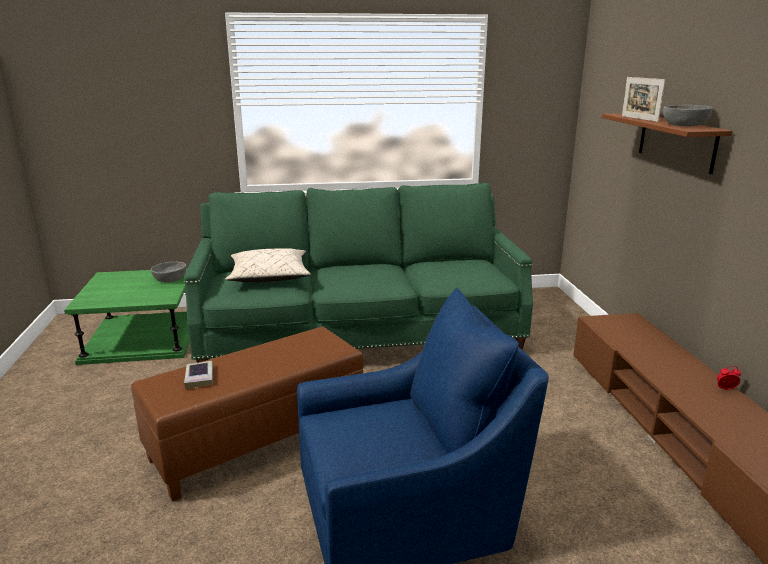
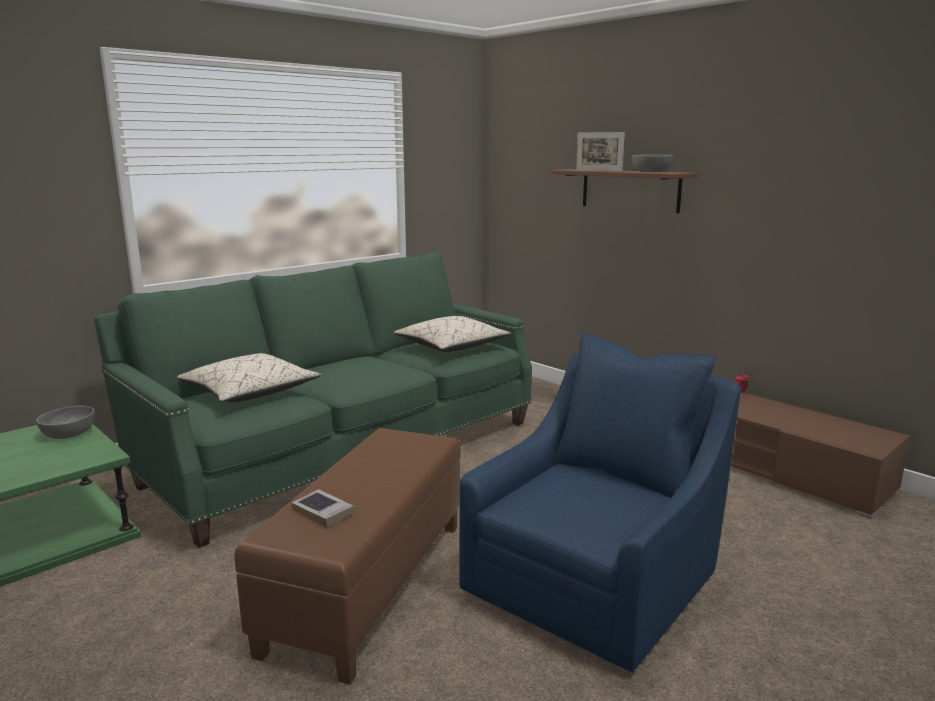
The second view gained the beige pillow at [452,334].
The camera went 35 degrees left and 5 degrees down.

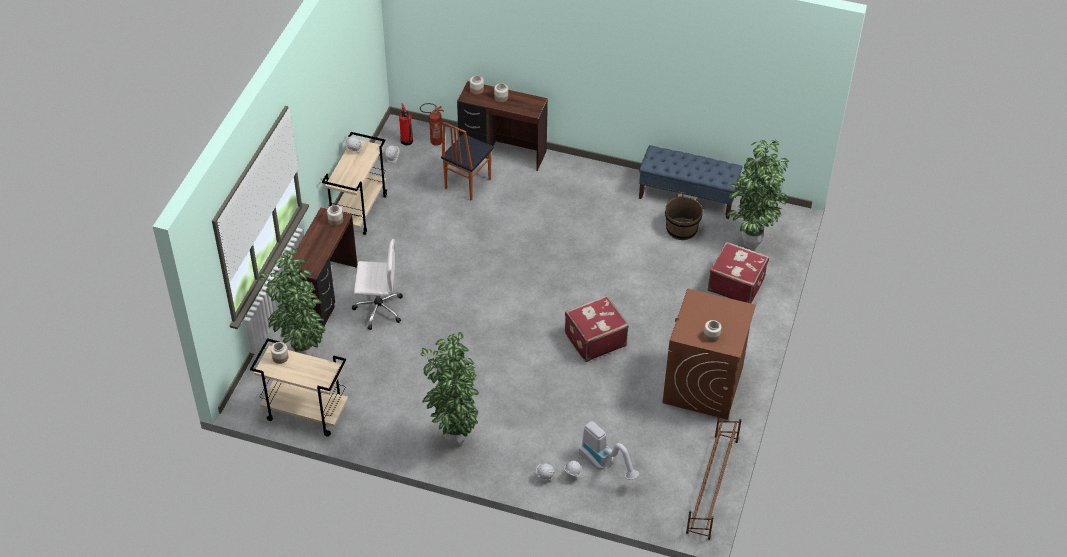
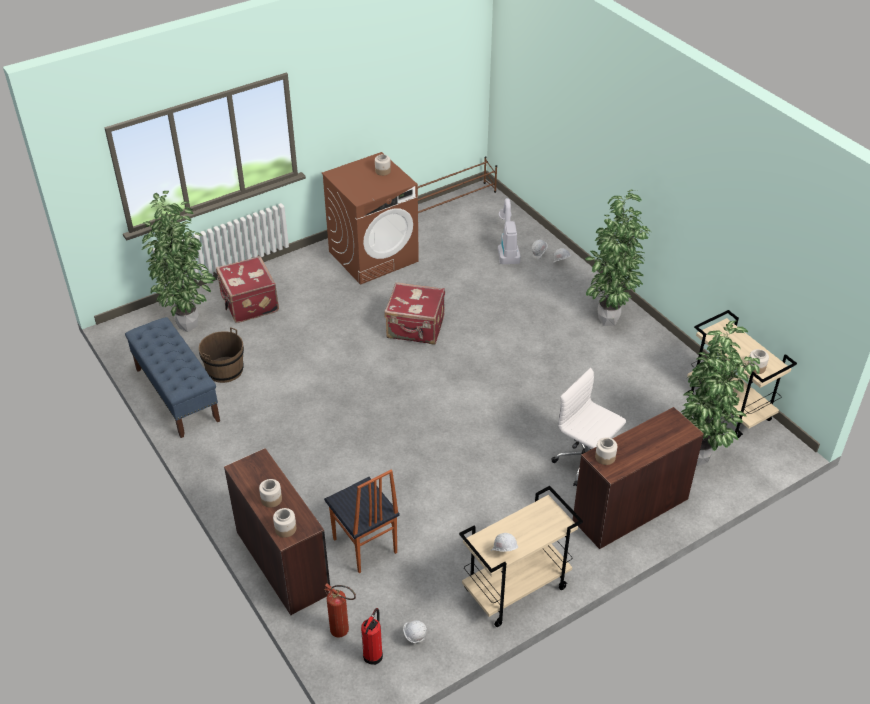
The chair at [467,161] ended up facing another way, 75 degrees clockwise from before.
The camera went 140 degrees left and 5 degrees down.

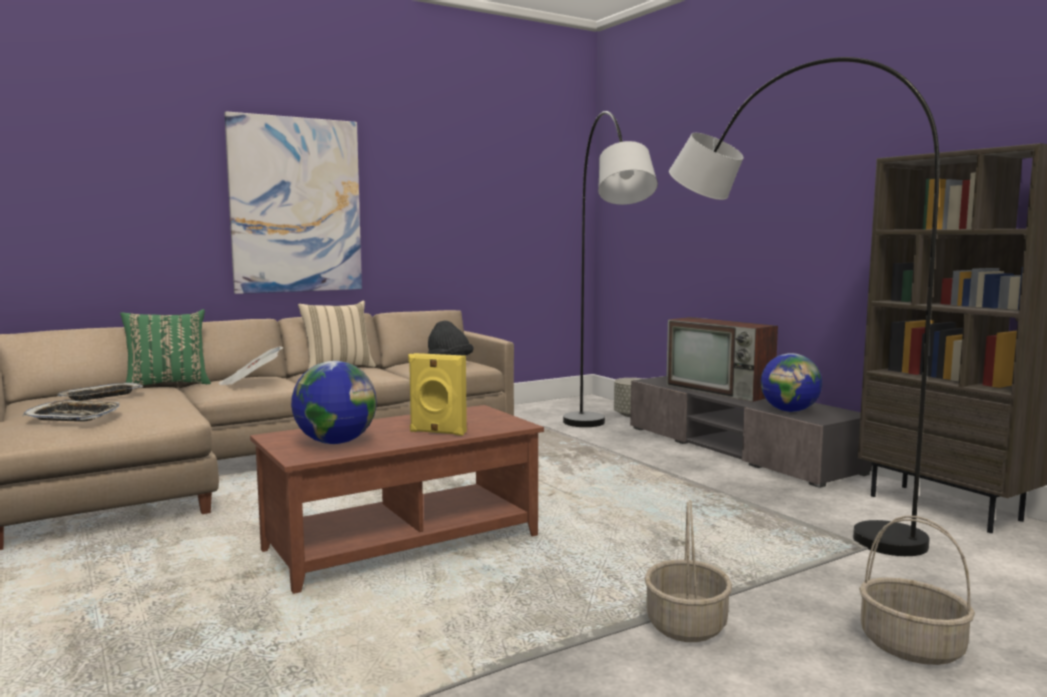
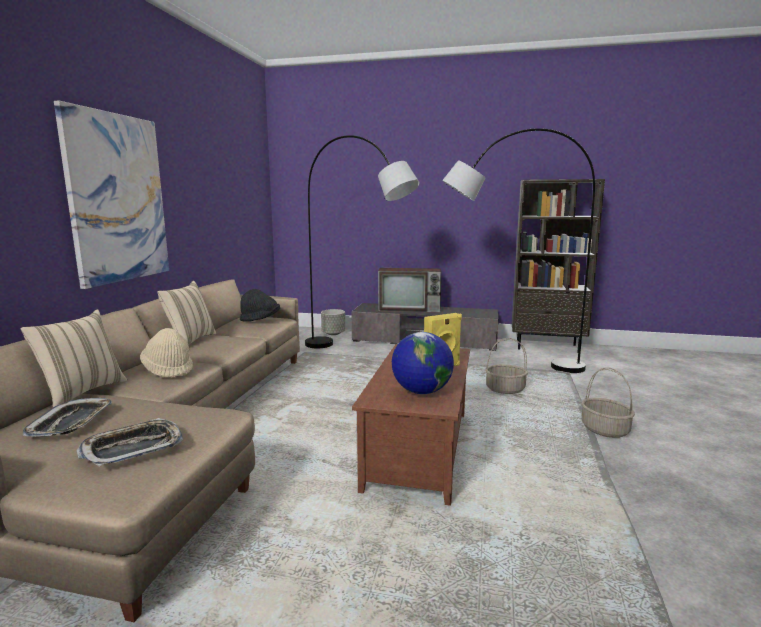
What was the green pillow at [165,347] turned into the beige pillow at [73,358].
Where the newspaper stood at [250,365], the beige hat came to stand at [166,353].
The second view lost the globe at [791,382].
The basket ended up elsewhere, having gone from [917,590] to [506,366].
The camera went 45 degrees left and 5 degrees up.

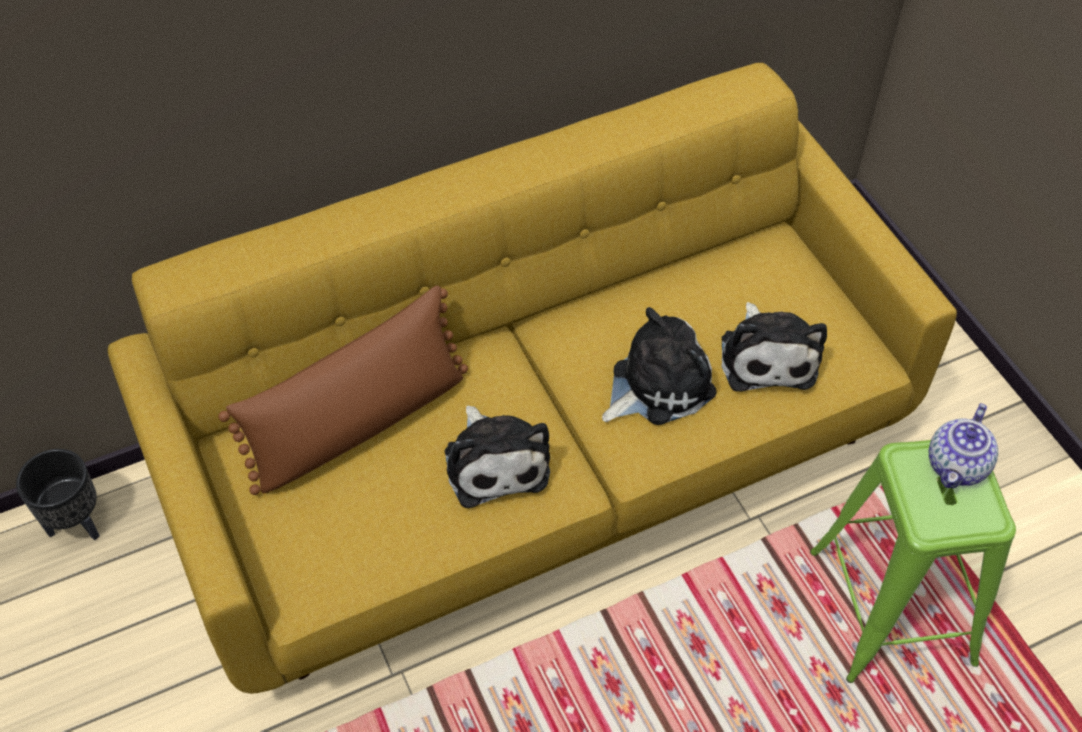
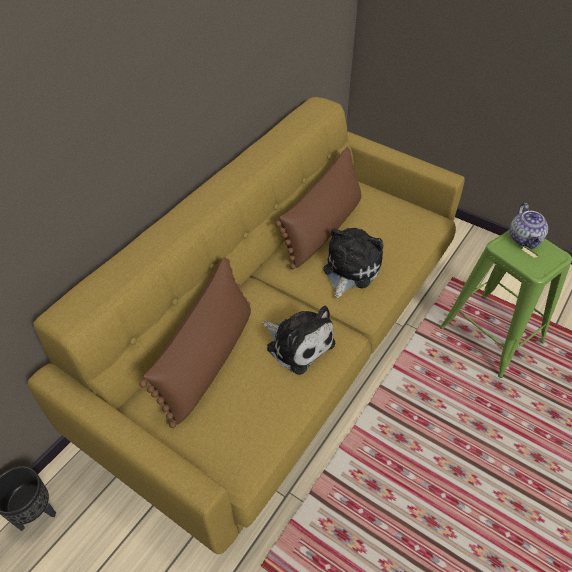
The second view lost the plush toy at [774,347].
The second view gained the brown pillow at [318,208].
The camera went 30 degrees left and 5 degrees down.

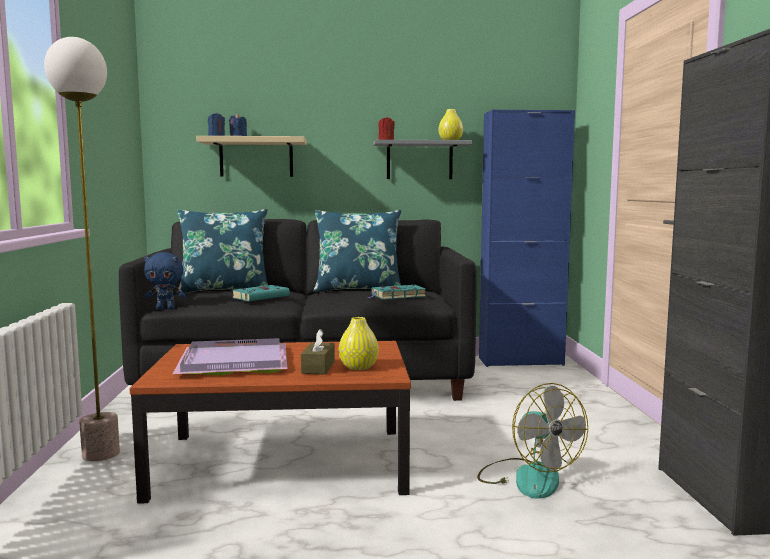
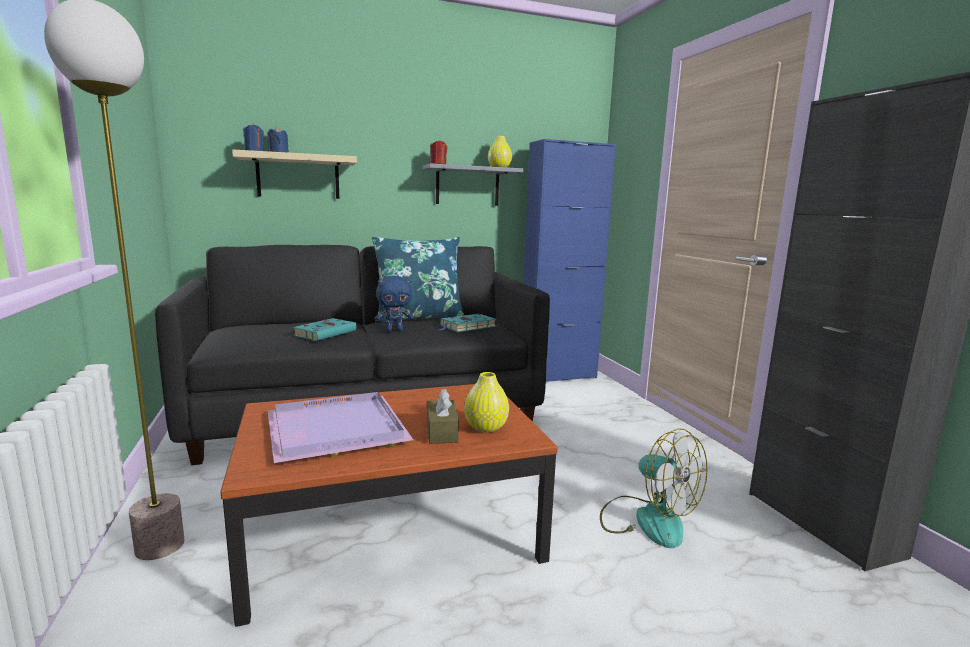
The blue plush toy ended up elsewhere, having gone from [165,281] to [394,304].
The second view lost the blue pillow at [222,251].
The camera went 15 degrees left and 5 degrees up.

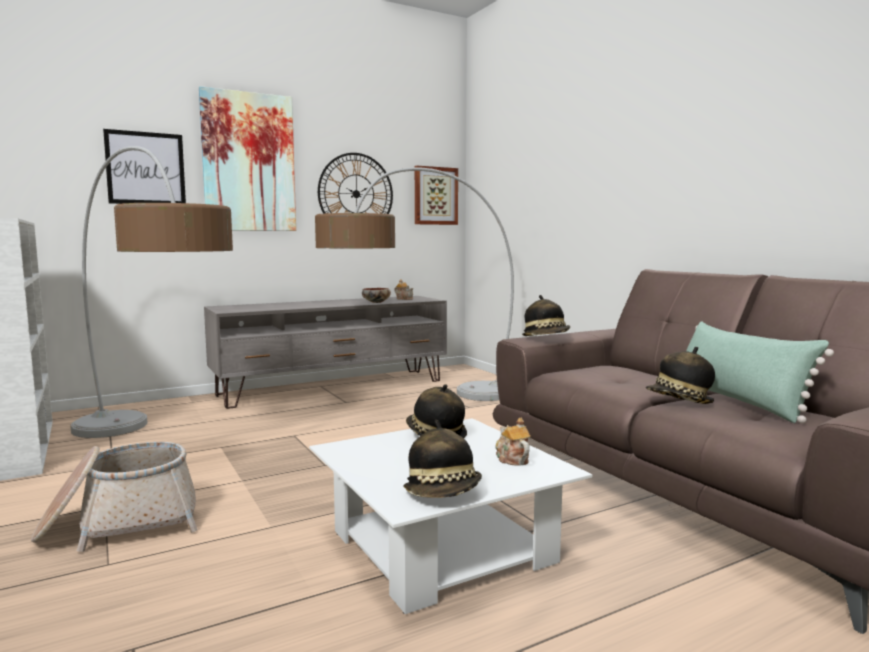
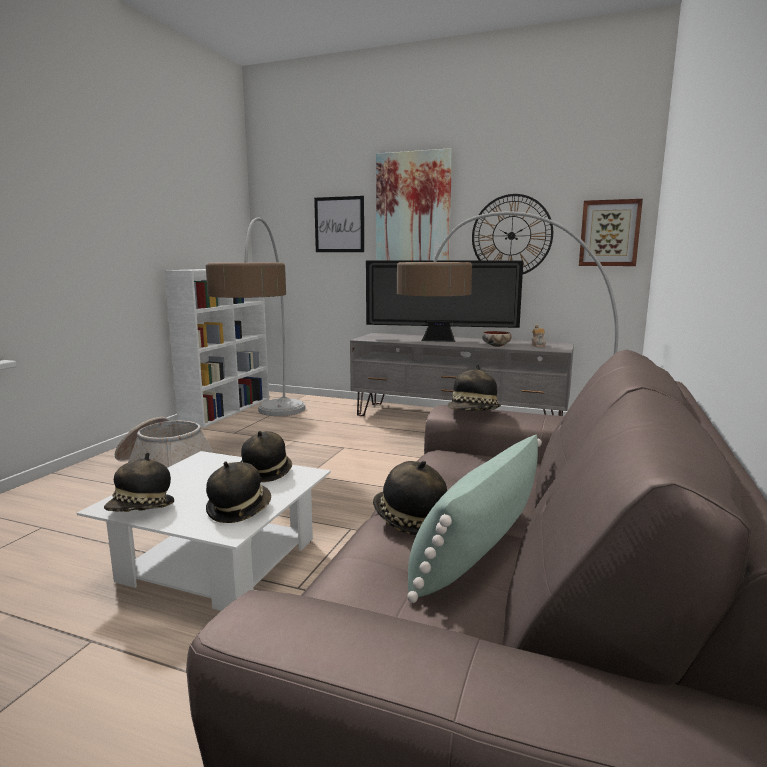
Where the teapot stood at [513,442], the hat came to stand at [238,492].
The second view gained the television at [444,301].
The camera went 50 degrees right and 5 degrees up.

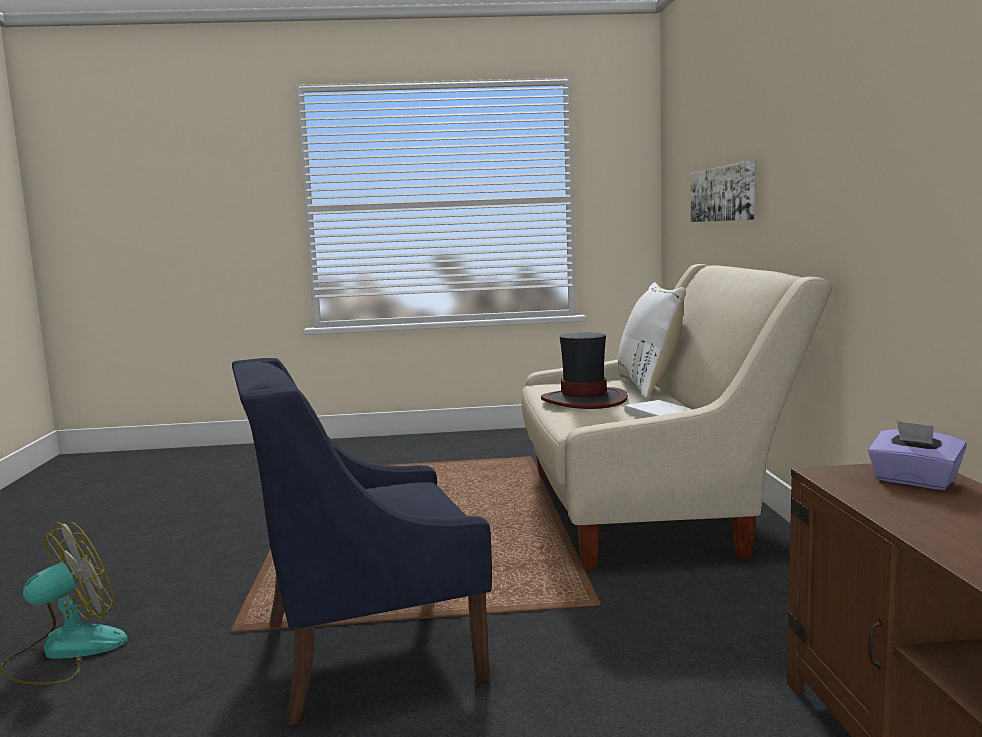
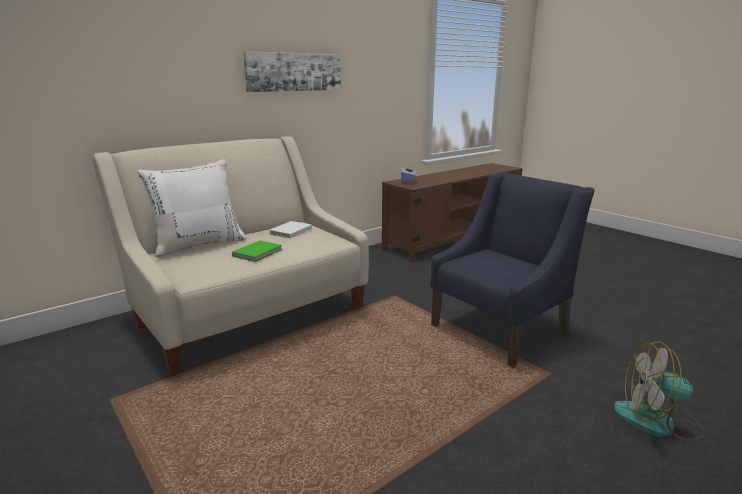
The blue armchair at [362,542] ended up facing another way, 75 degrees counterclockwise from before.
Where the hat stood at [584,370], the green book came to stand at [257,251].
The picture ended up elsewhere, having gone from [723,191] to [292,71].
The camera went 125 degrees left and 10 degrees up.

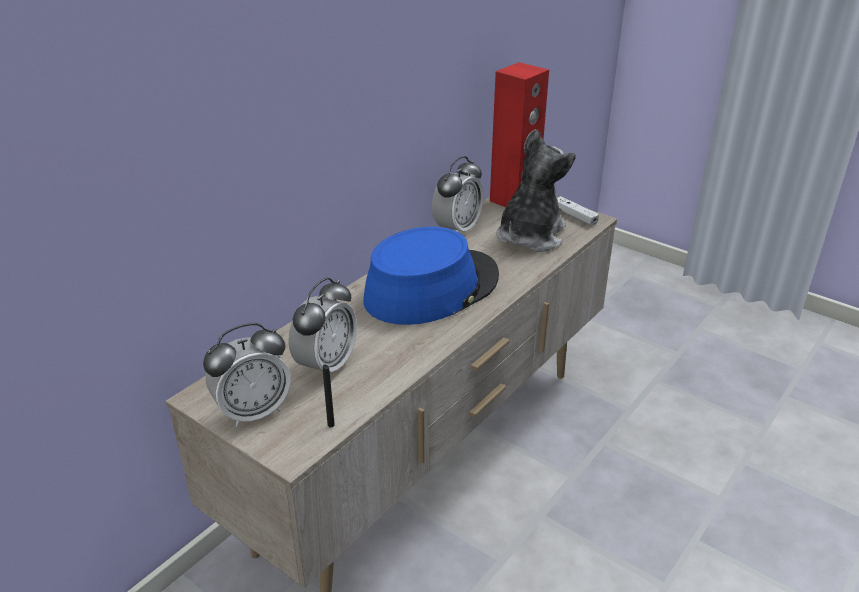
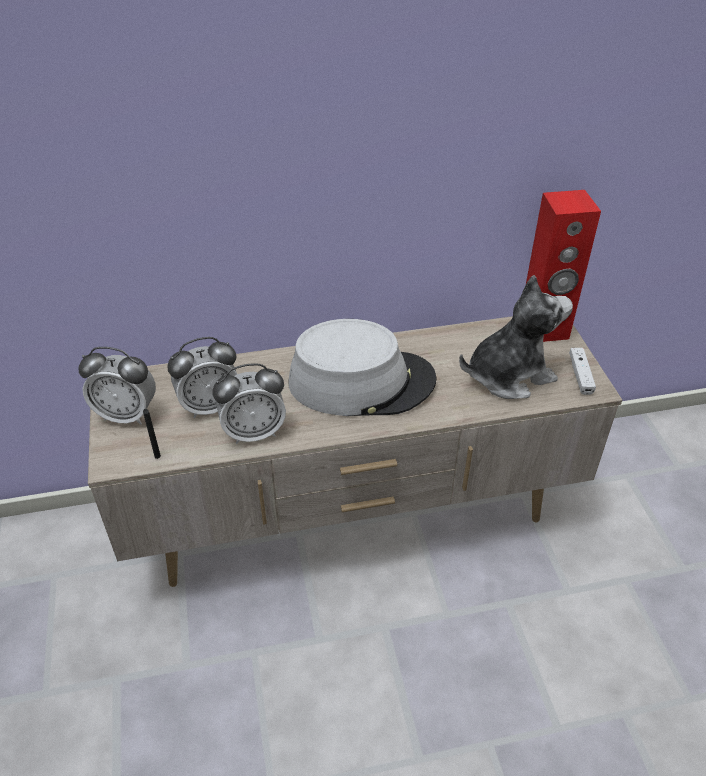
What was the blue hat at [431,276] turned into the grey hat at [362,367].
The alarm clock ended up elsewhere, having gone from [458,194] to [249,403].
The camera went 40 degrees right and 10 degrees up.

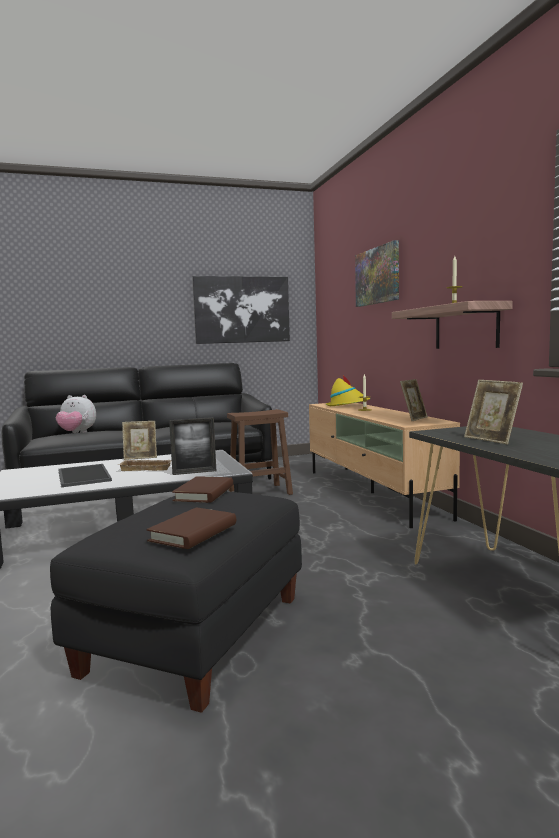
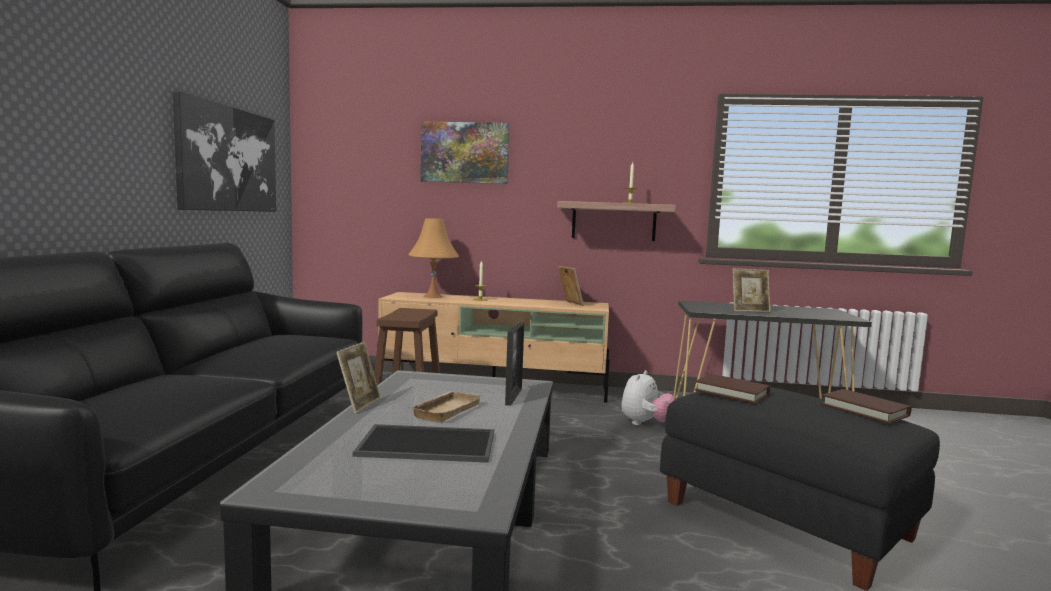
The plush toy ended up elsewhere, having gone from [76,414] to [648,397].
Where the yellow hat stood at [348,390], the orange table lamp came to stand at [433,258].
The camera went 65 degrees left and 0 degrees up.

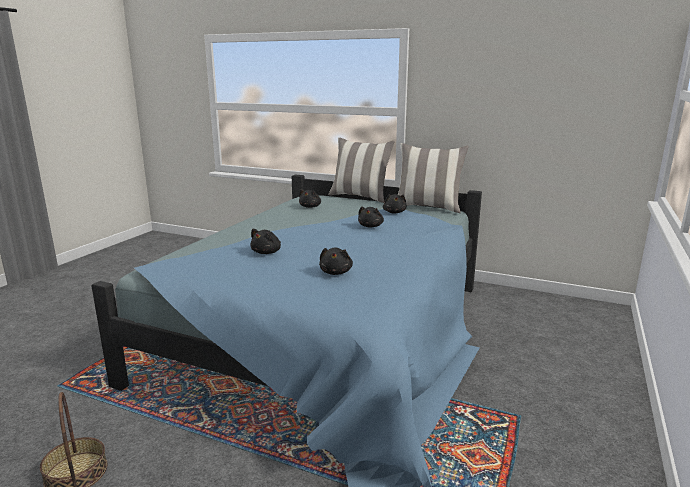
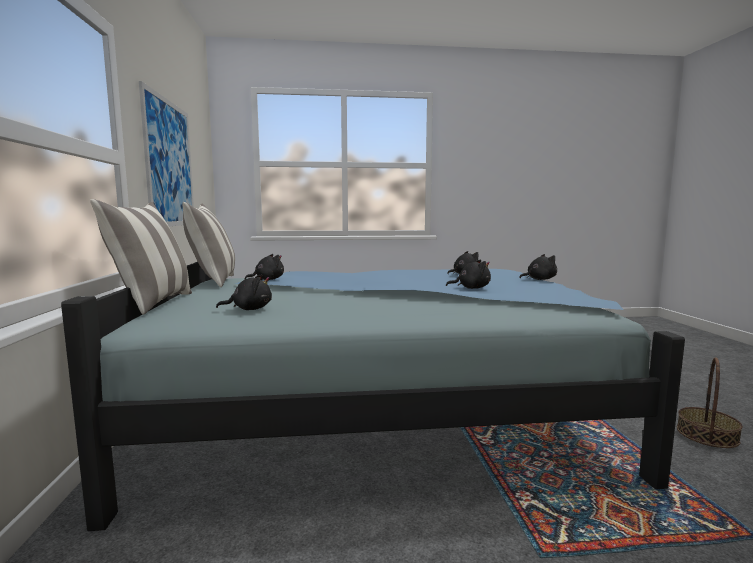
The black plush toy ended up elsewhere, having gone from [371,216] to [538,267].
The second view gained the picture at [166,153].
The camera went 120 degrees left and 10 degrees down.

